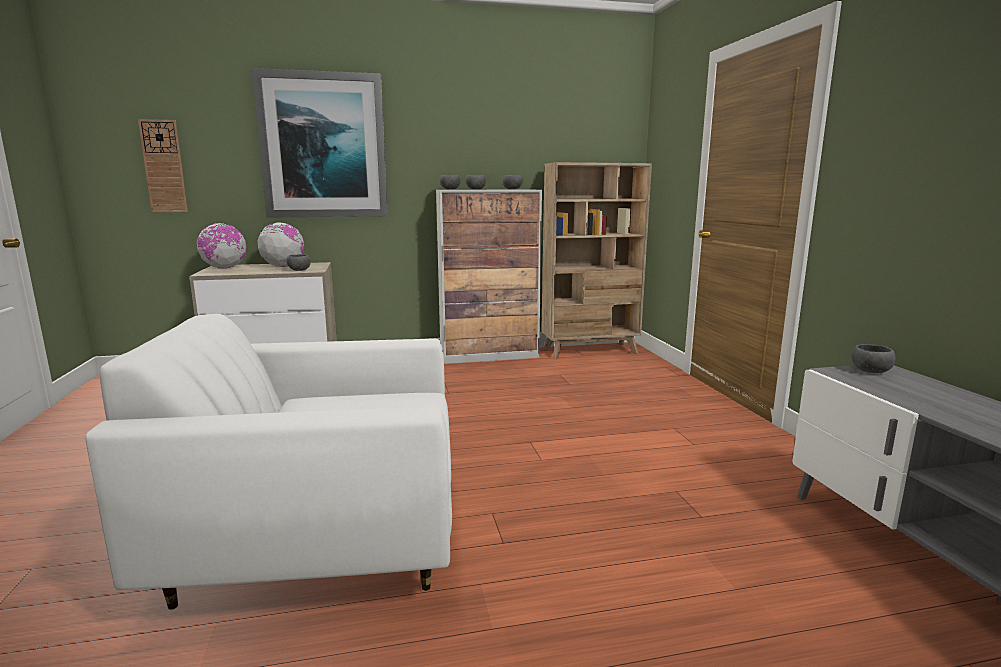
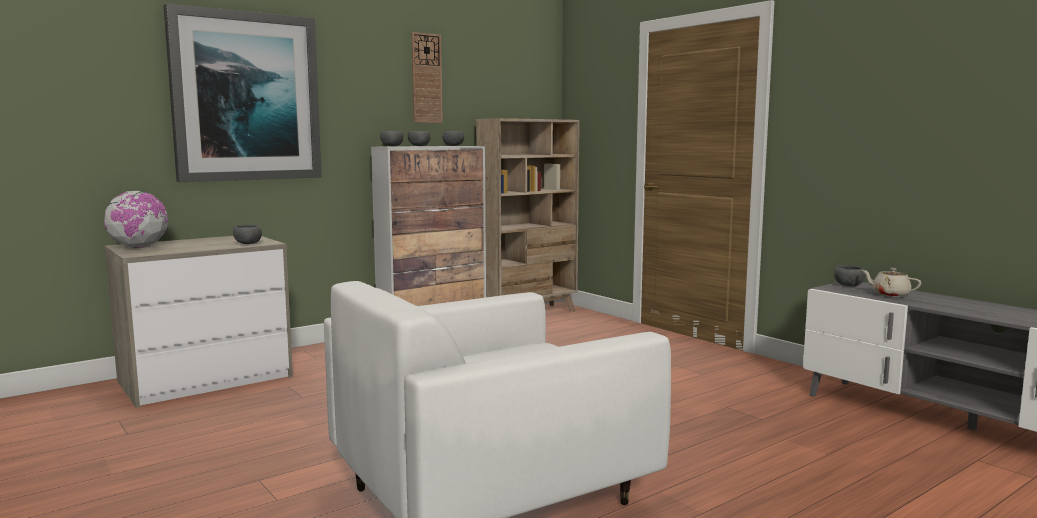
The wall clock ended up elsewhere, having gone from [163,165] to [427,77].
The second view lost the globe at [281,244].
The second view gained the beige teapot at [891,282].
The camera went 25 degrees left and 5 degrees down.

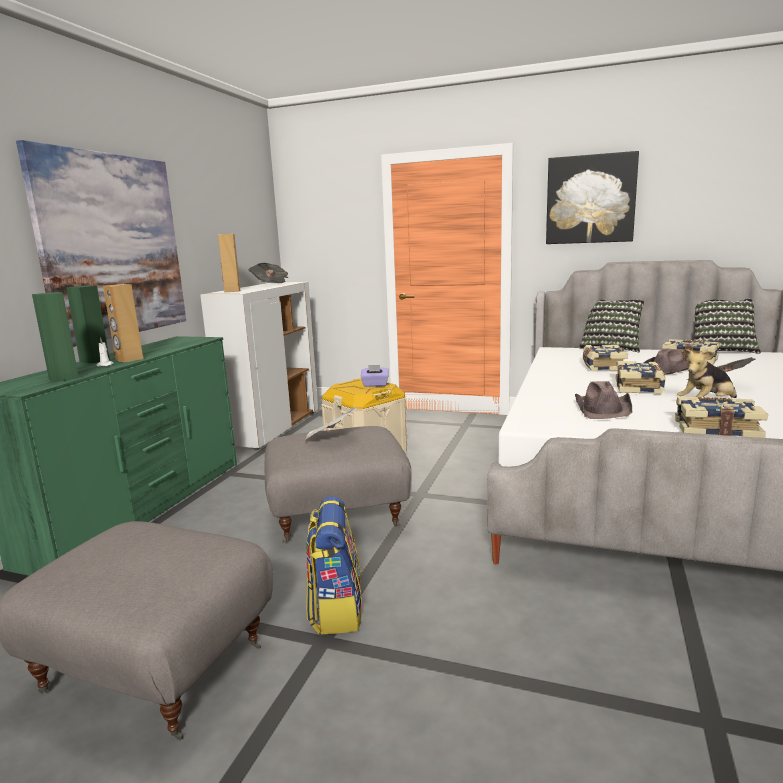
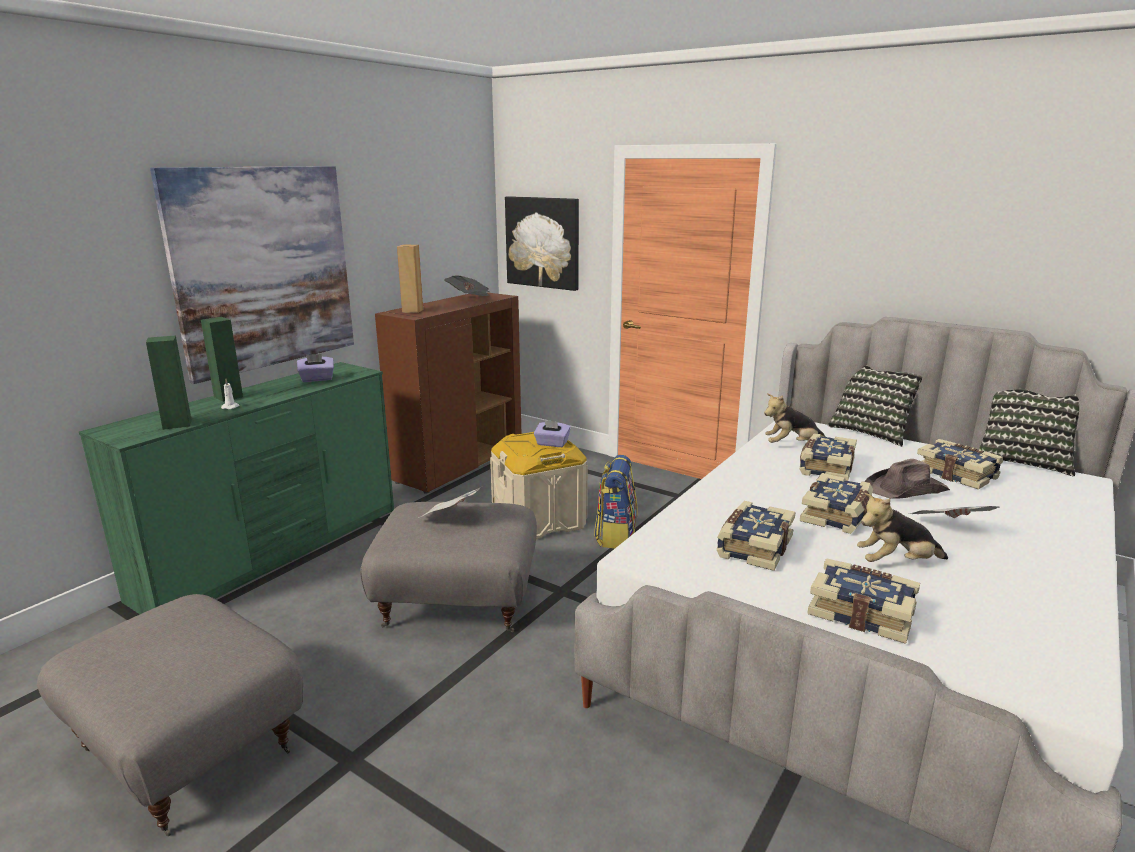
The second view lost the brown speaker at [123,323].
What was the white cabinet at [259,366] turned into the brown cabinet at [448,393].
The backpack ended up elsewhere, having gone from [334,565] to [616,502].
The picture ended up elsewhere, having gone from [592,197] to [542,243].
Where the brown hat stood at [603,400], the book came to stand at [756,536].
The second view gained the purple tissue box at [315,368].
The second view gained the plush toy at [795,418].
The camera went 15 degrees right and 5 degrees up.

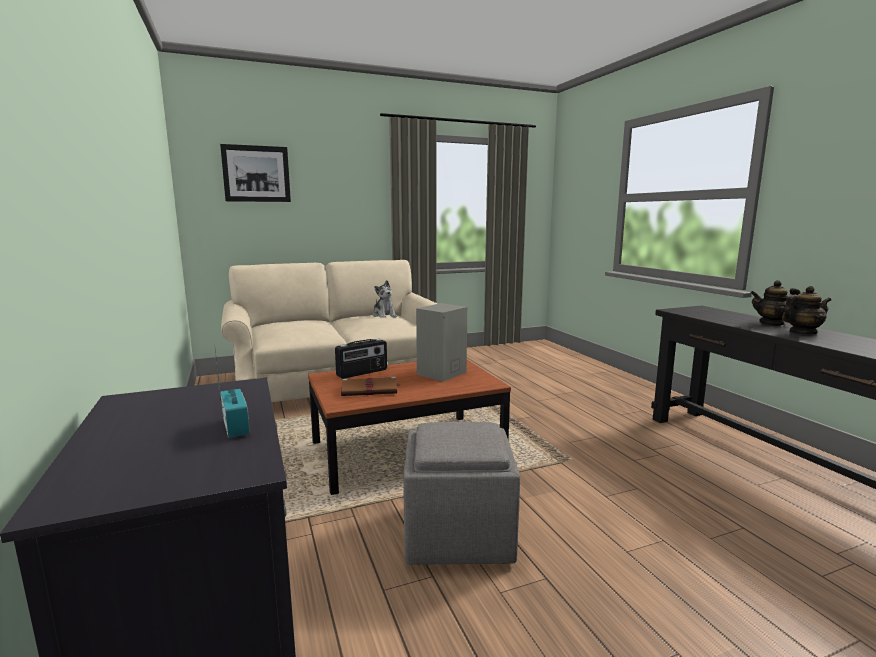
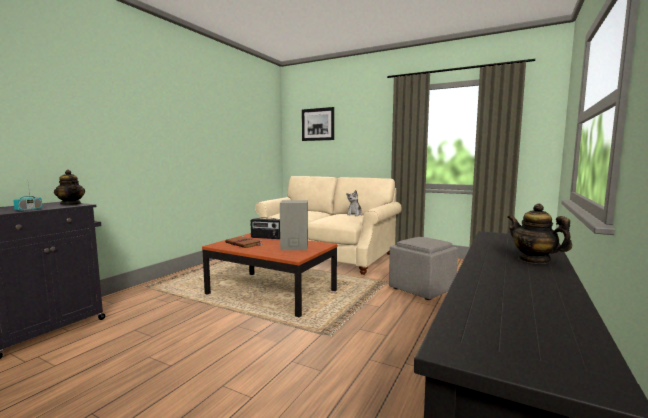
The grey ottoman ended up elsewhere, having gone from [461,493] to [423,268].
The teapot ended up elsewhere, having gone from [806,310] to [69,187].
The camera went 50 degrees right and 5 degrees down.

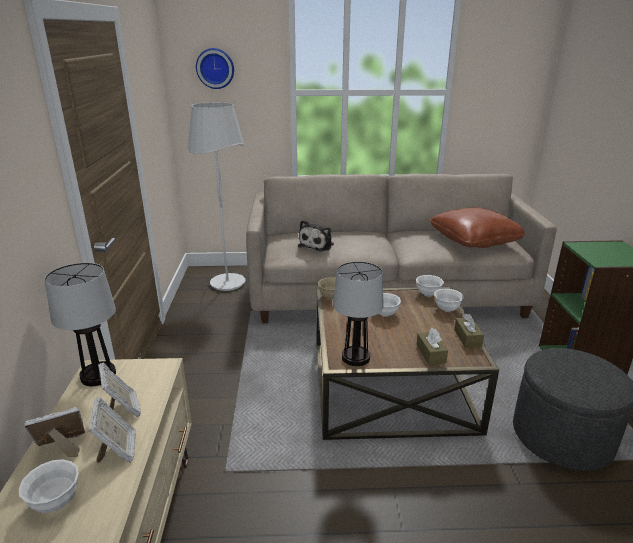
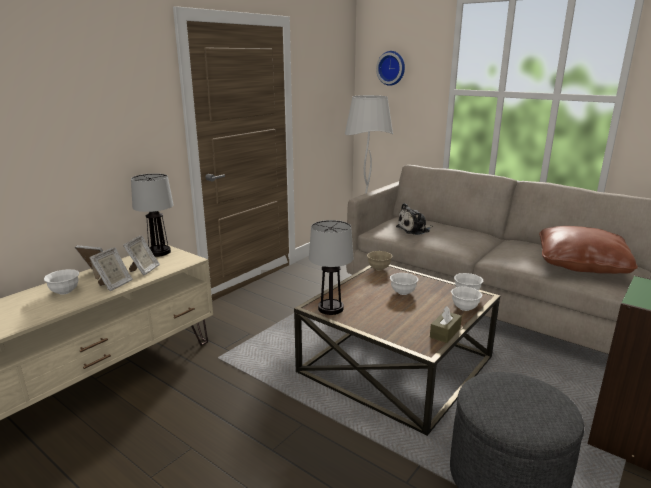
The second view lost the brown tissue box at [432,346].
The camera went 40 degrees right and 5 degrees down.

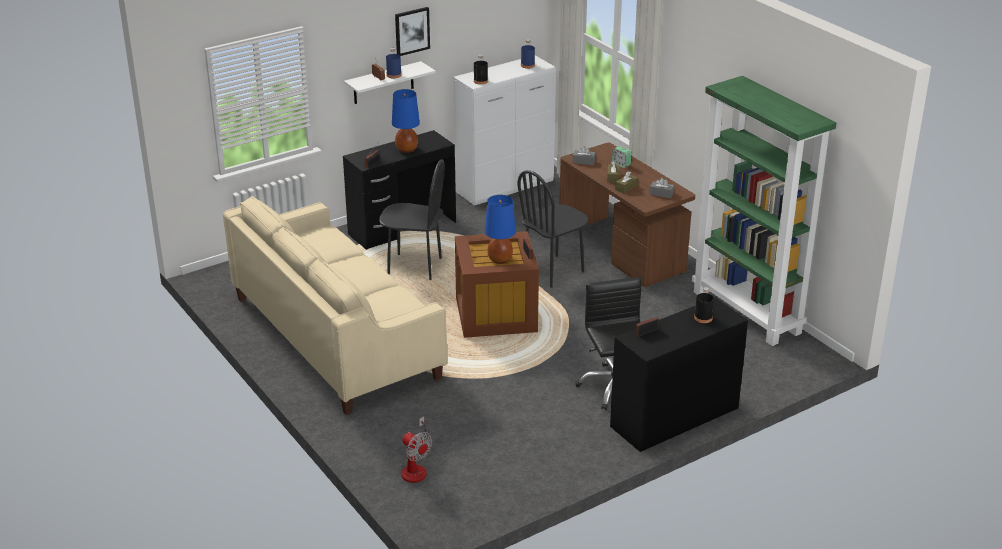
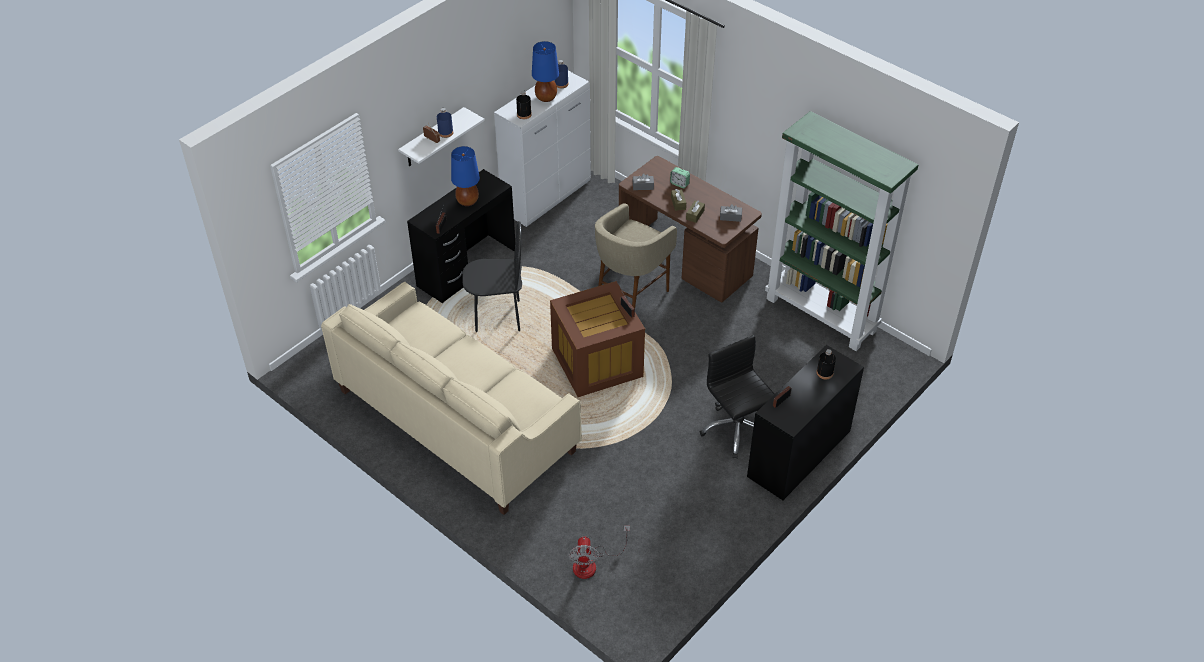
The second view lost the picture at [412,31].
The fan at [416,449] ended up facing another way, 60 degrees clockwise from before.
The blue table lamp ended up elsewhere, having gone from [500,229] to [545,71].
Where the black chair stood at [553,229], the beige stool came to stand at [636,256].
The camera went 15 degrees left and 15 degrees up.

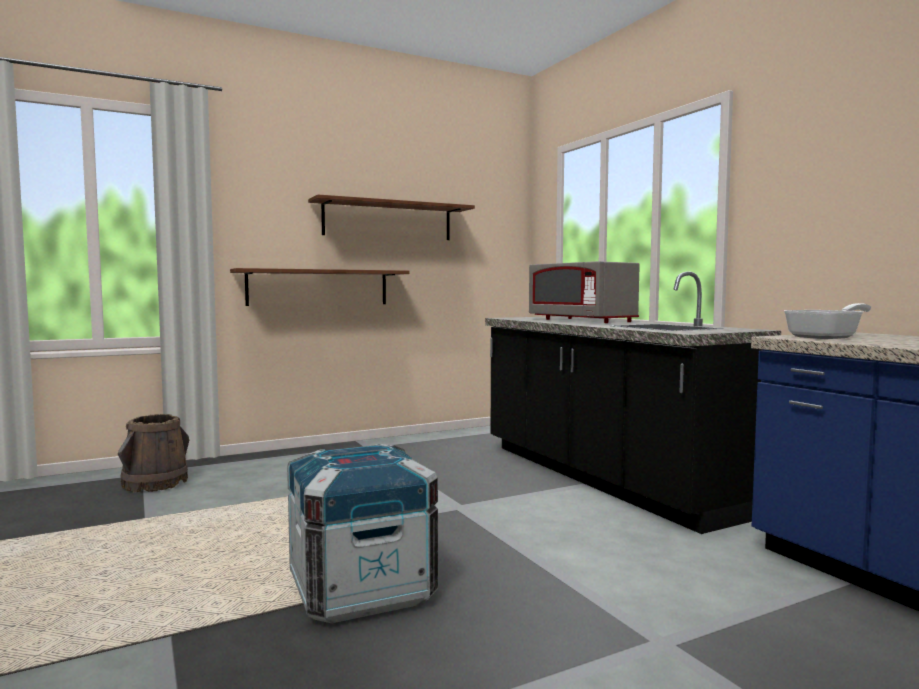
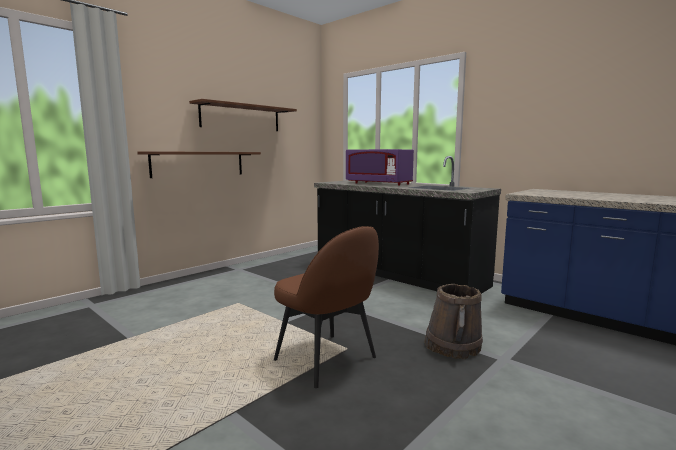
The brown bucket ended up elsewhere, having gone from [153,453] to [453,321].
Where the crate stood at [362,534], the brown chair came to stand at [326,307].
What was the grey microwave at [584,292] turned into the purple microwave at [380,167].
The second view lost the frying pan at [827,321].
The camera went 20 degrees left and 5 degrees up.

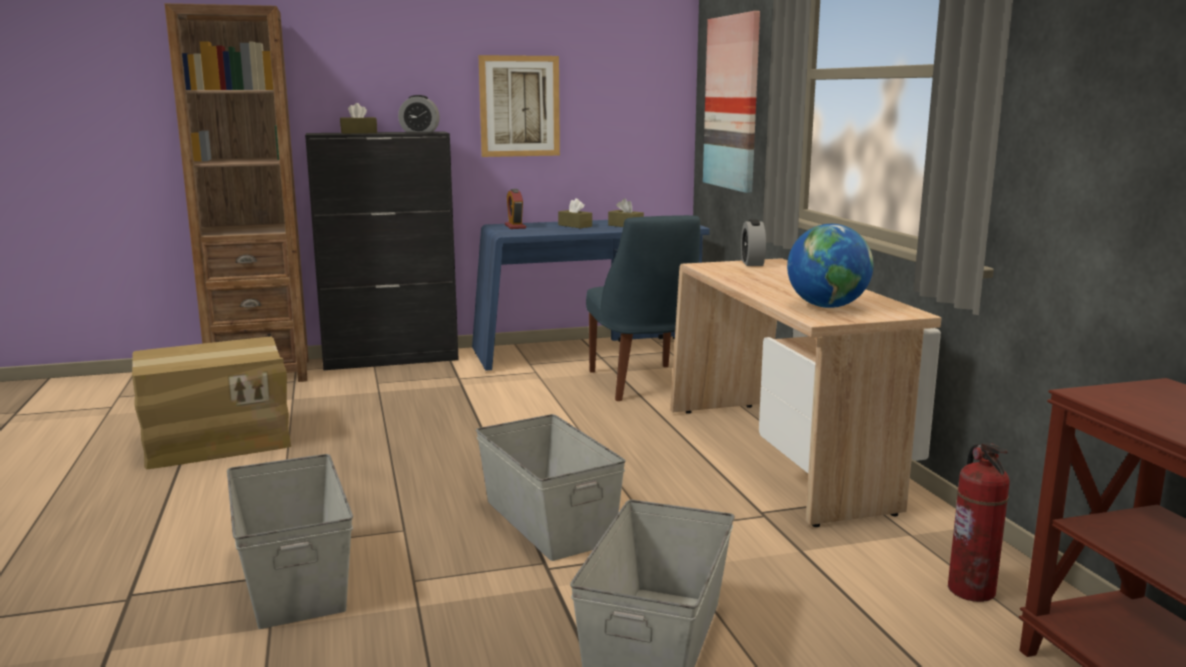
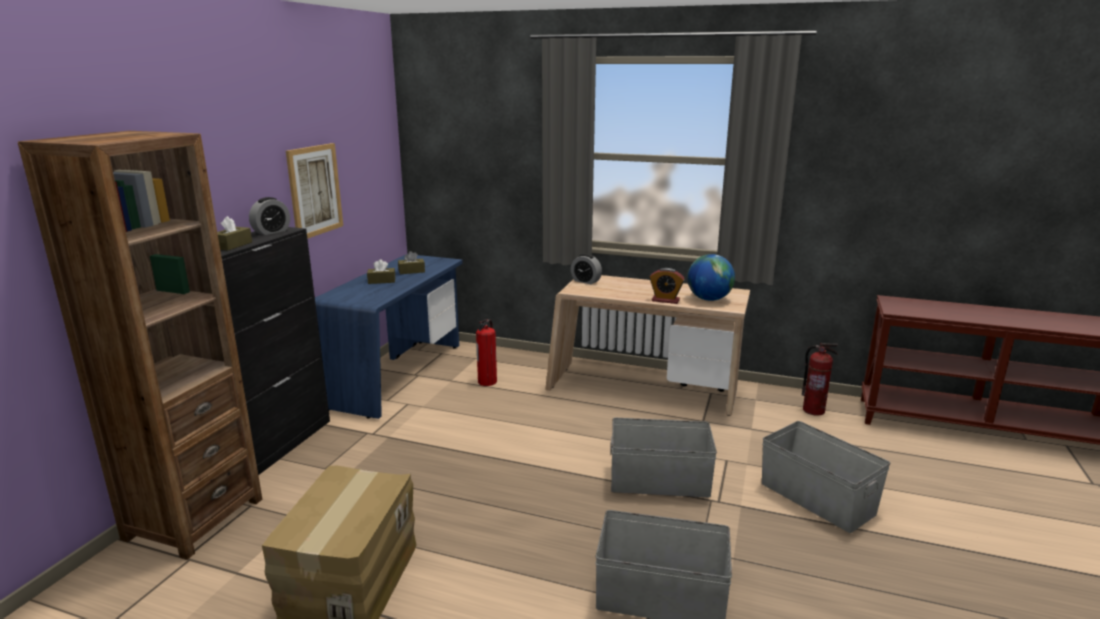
The alarm clock ended up elsewhere, having gone from [515,209] to [667,286].
Where the blue chair stood at [643,308], the fire extinguisher came to stand at [486,352].
The second view lost the picture at [731,102].
The camera went 55 degrees left and 5 degrees up.

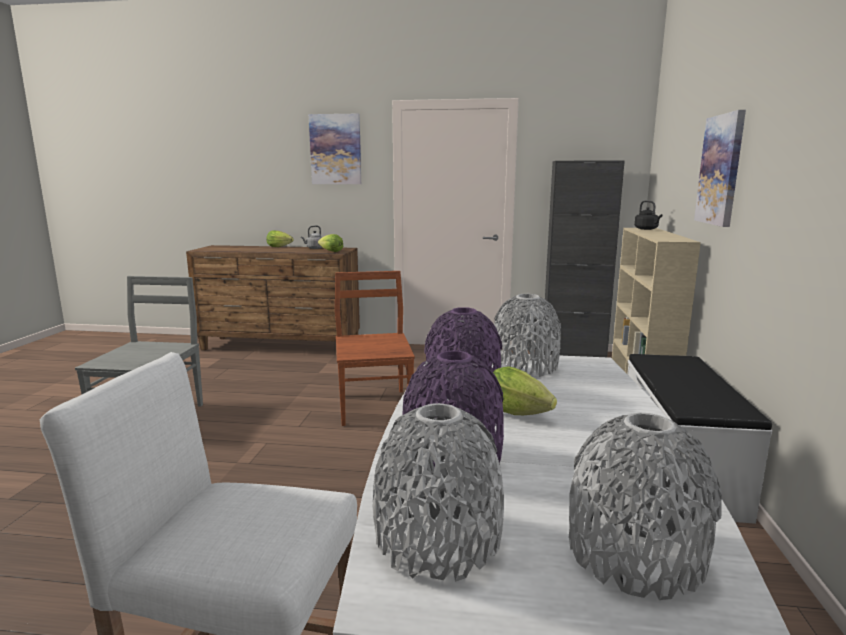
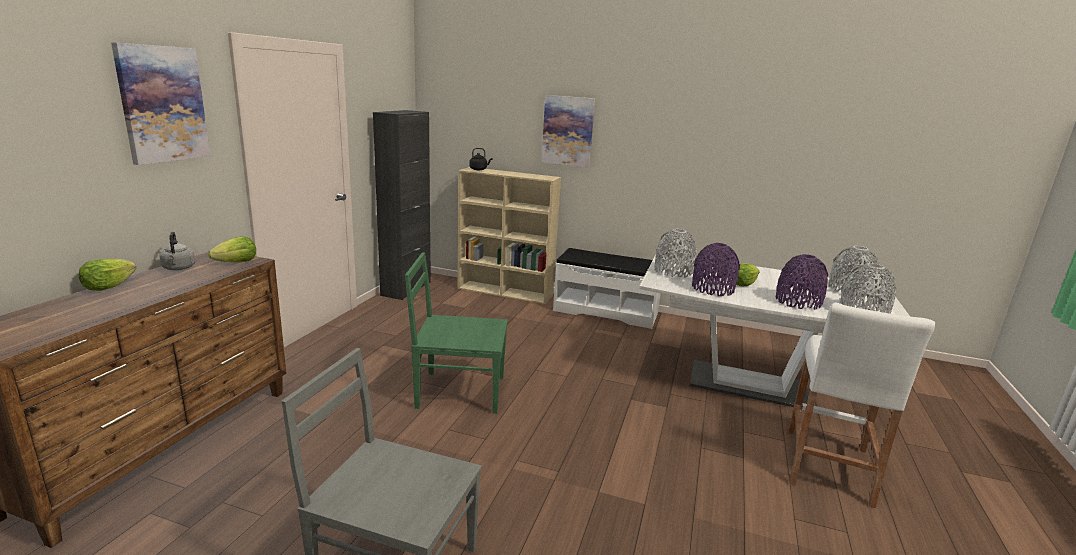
What was the brown chair at [375,348] turned into the green chair at [456,333].
The camera went 80 degrees left and 5 degrees up.

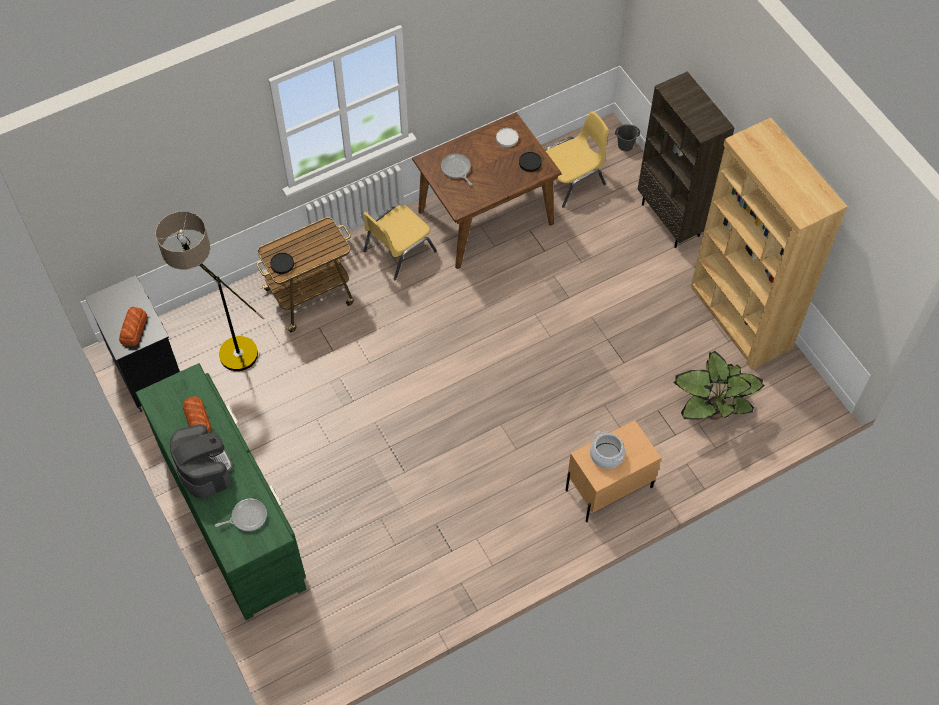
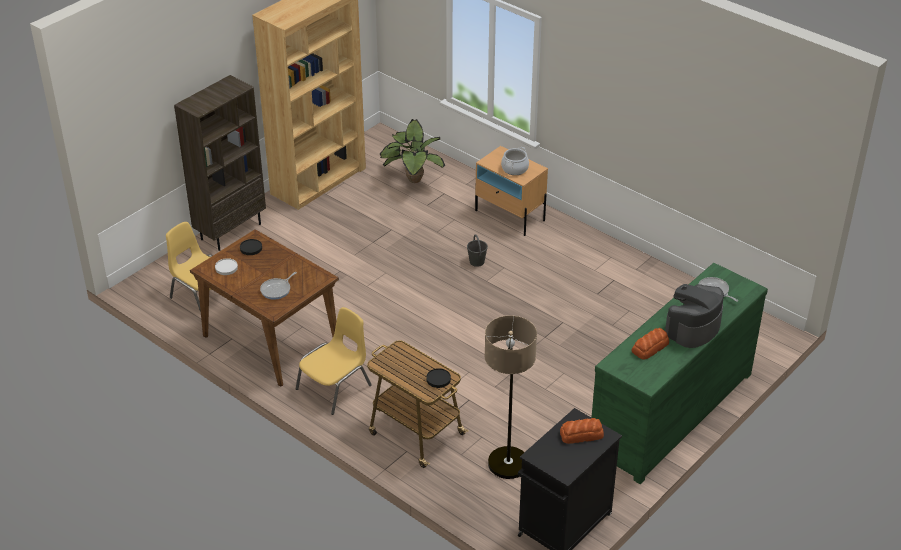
The yellow chair at [400,242] ended up facing another way, 75 degrees counterclockwise from before.
The grey bucket ended up elsewhere, having gone from [627,137] to [477,250].
The camera went 110 degrees left and 20 degrees down.

